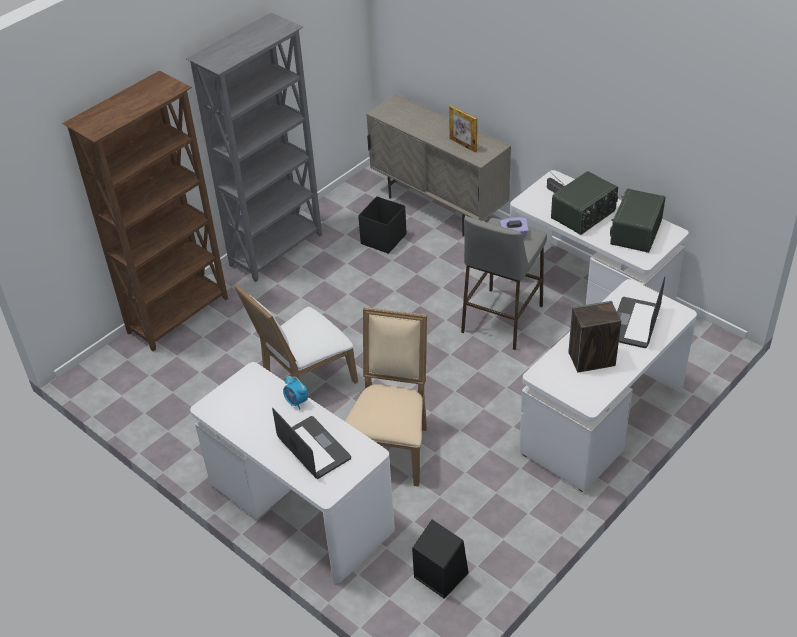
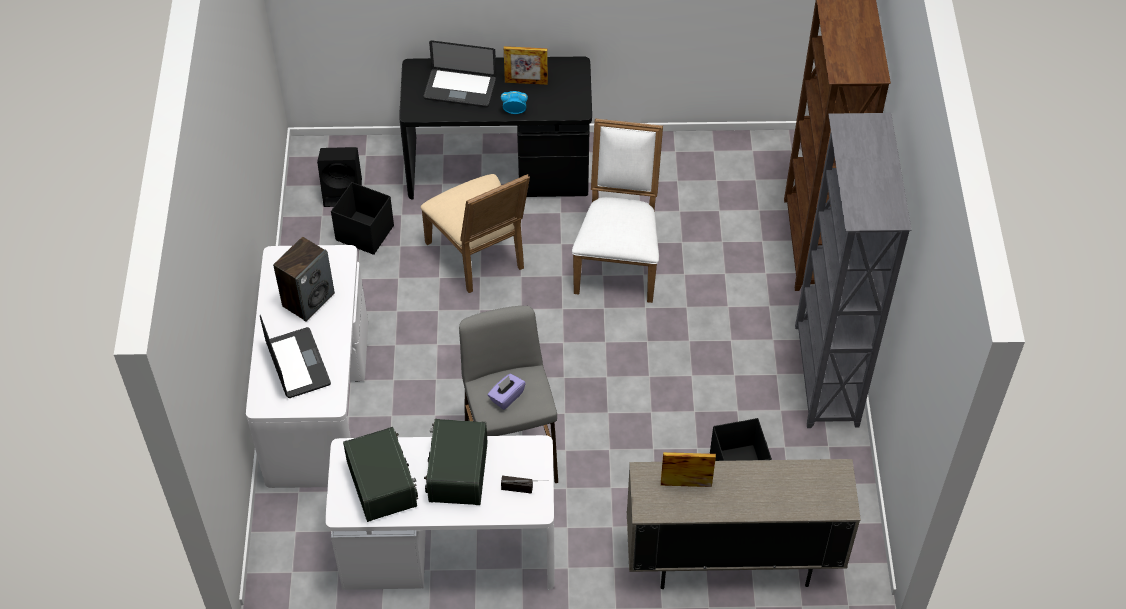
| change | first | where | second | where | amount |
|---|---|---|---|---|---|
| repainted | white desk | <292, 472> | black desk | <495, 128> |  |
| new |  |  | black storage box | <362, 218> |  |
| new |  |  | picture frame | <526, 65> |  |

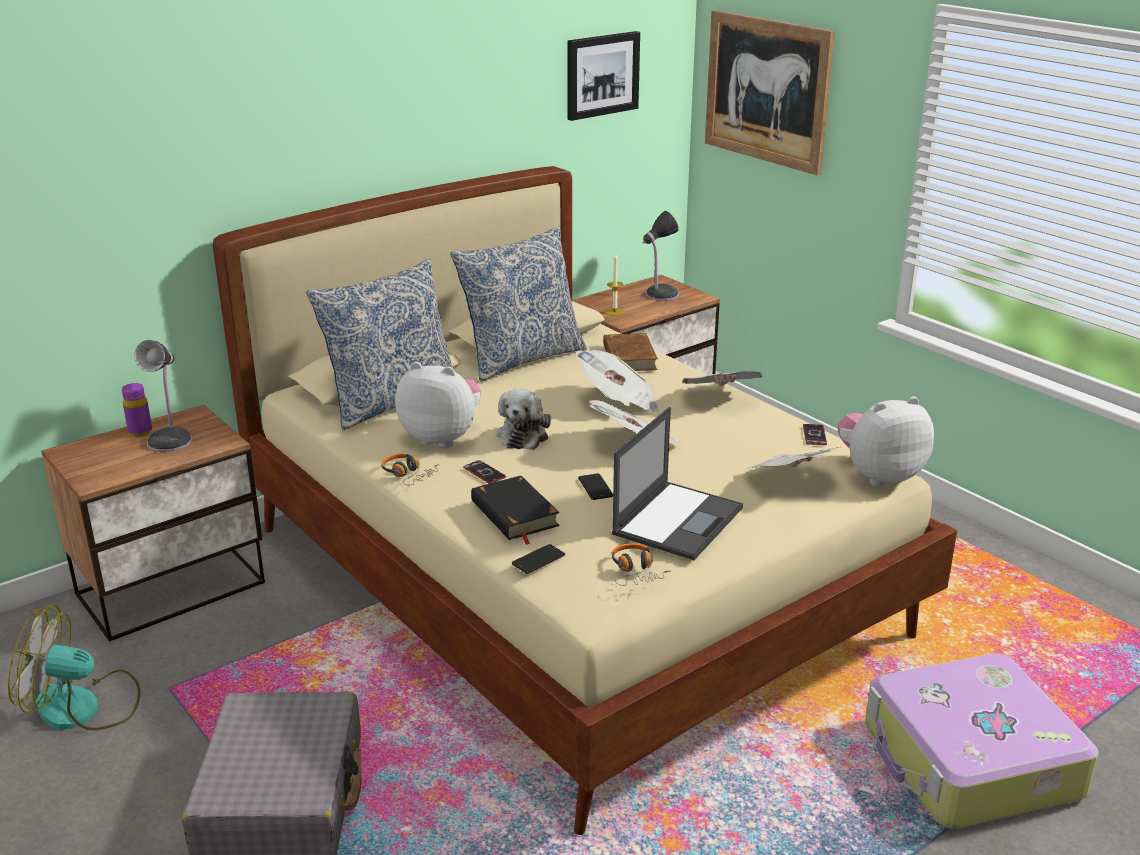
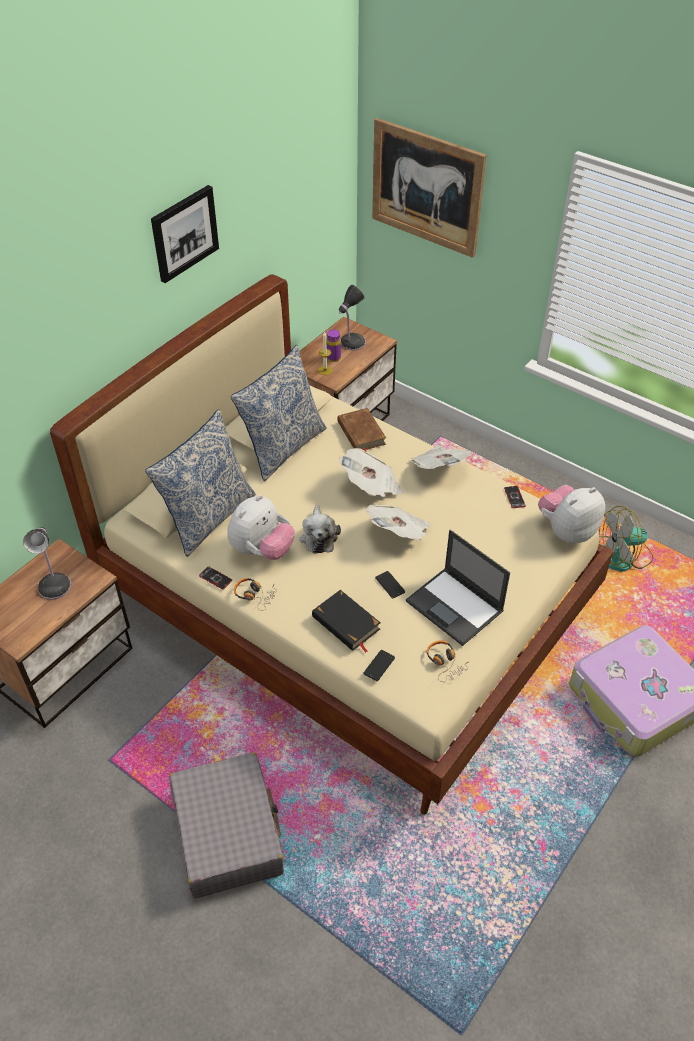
| change | first | where | second | where | amount |
|---|---|---|---|---|---|
| shifted | fan | <74, 668> |  | <626, 539> |  |
| shifted | purple bottle | <137, 410> |  | <333, 345> |  |
| rotated | plush toy | <438, 404> |  | <261, 527> | 120 degrees clockwise |
| shifted | phone | <484, 472> |  | <215, 578> |  |
| shifted | picture | <603, 76> |  | <185, 234> |  |
| rotated | laptop | <677, 483> |  | <458, 588> | 120 degrees clockwise |
| gone | newspaper | <791, 458> |  |  |  |

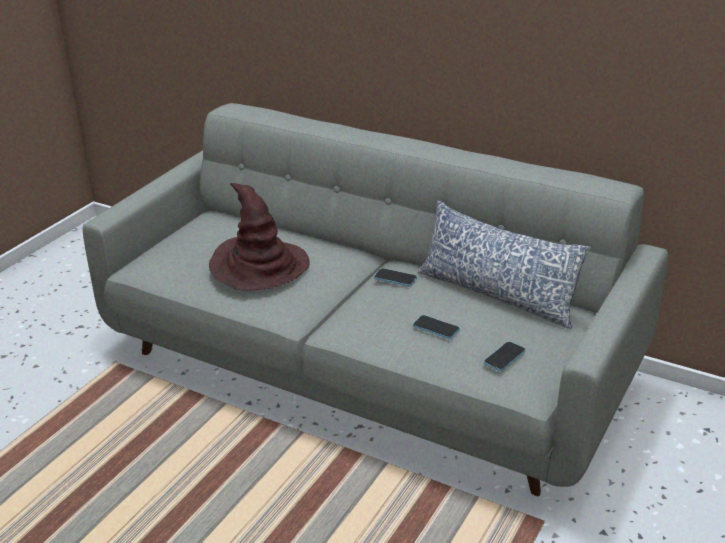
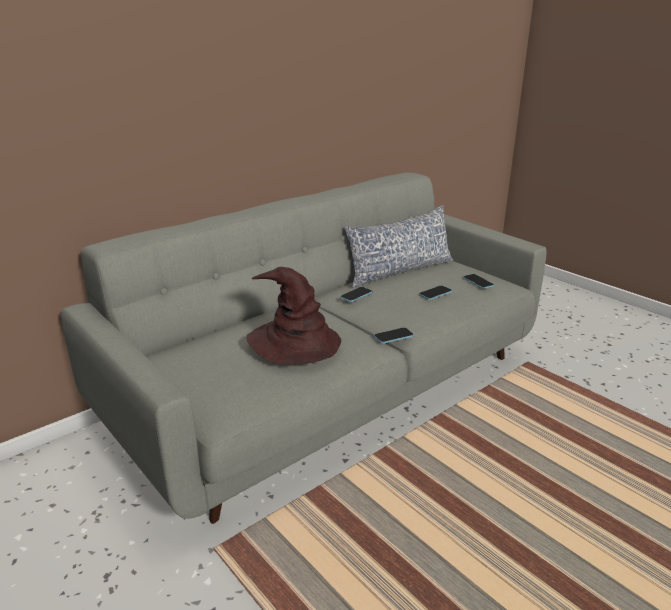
| change | first | where | second | where | amount |
|---|---|---|---|---|---|
| new |  |  | phone | <394, 335> |  |

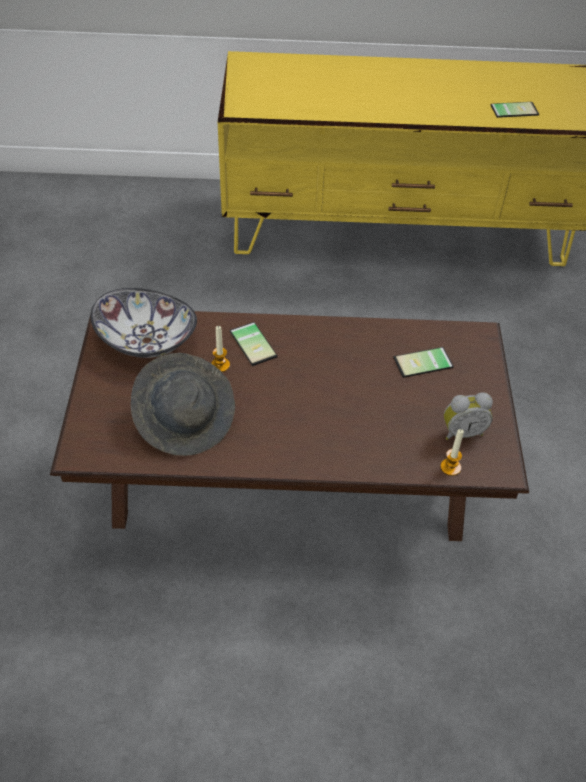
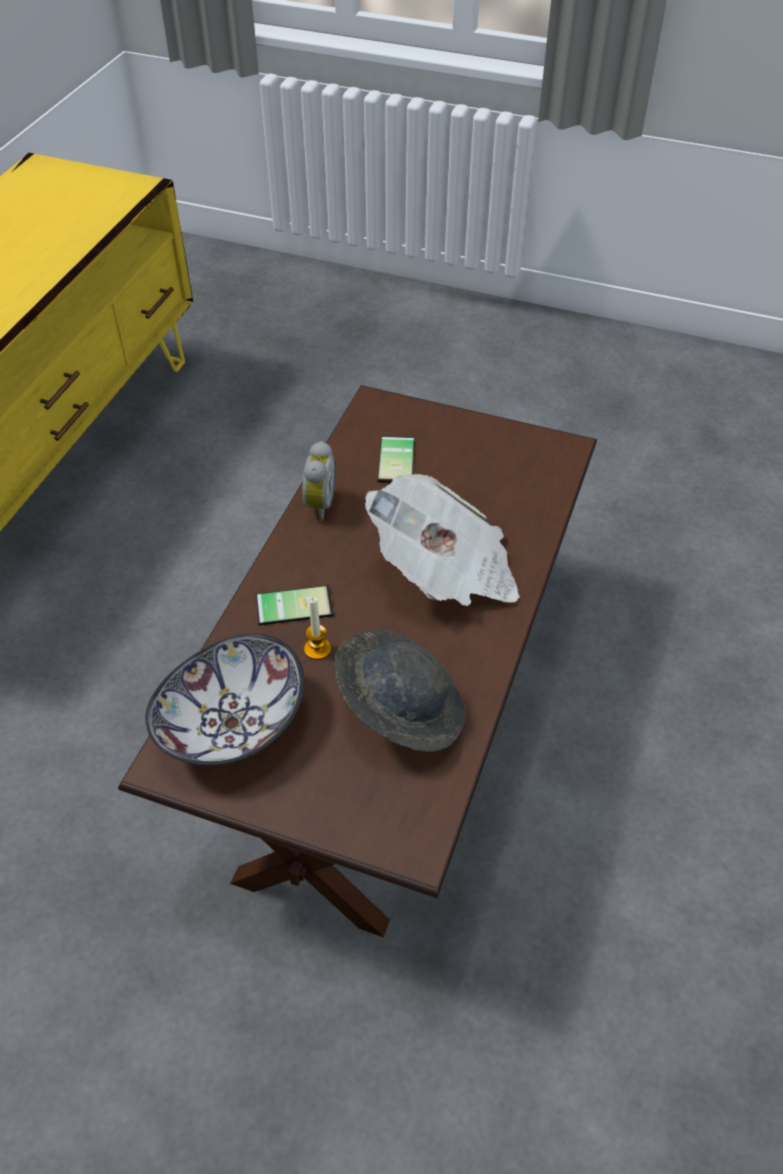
| change | first | where | second | where | amount |
|---|---|---|---|---|---|
| gone | candle | <452, 452> |  |  |  |
| shifted | alarm clock | <468, 416> |  | <319, 481> |  |
| gone | phone | <515, 110> |  |  |  |
| new |  |  | newspaper | <442, 540> |  |

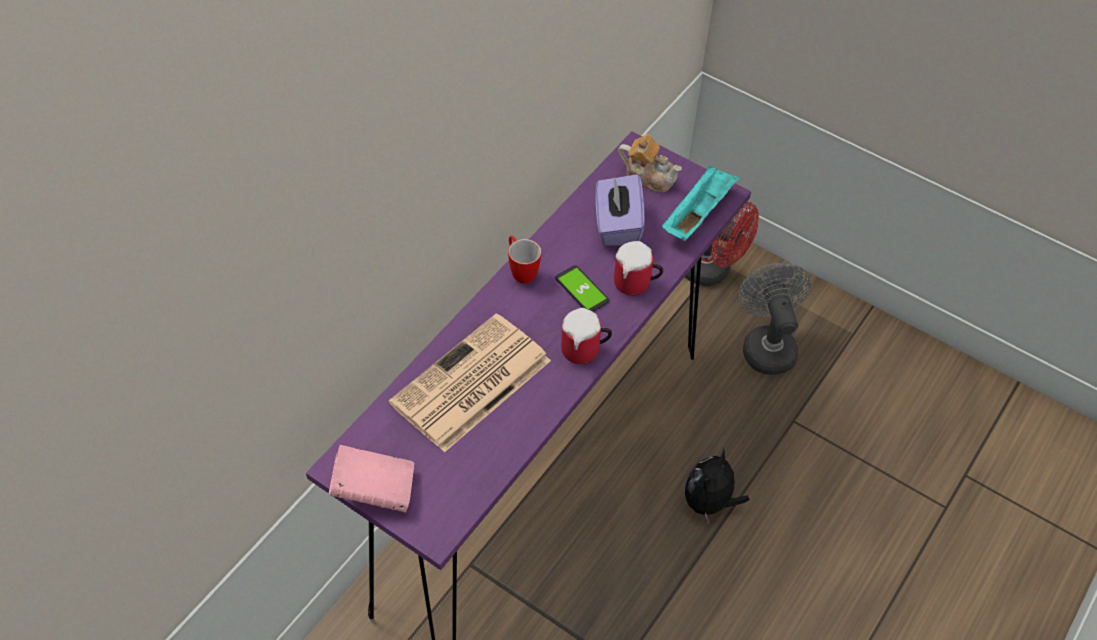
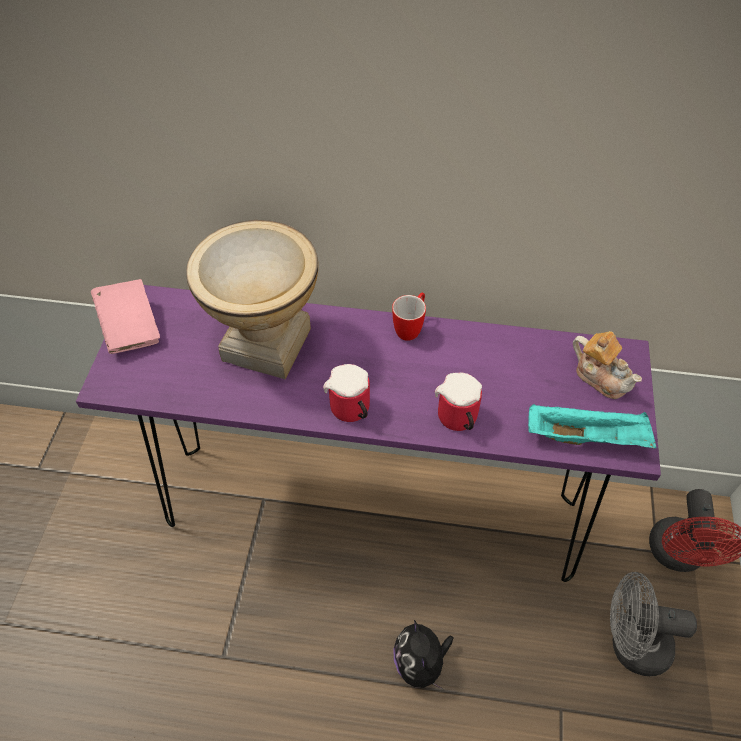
| change | first | where | second | where | amount |
|---|---|---|---|---|---|
| swapped | newspaper | <470, 382> | vase | <252, 299> |  |
| gone | phone | <582, 288> |  |  |  |
| gone | purple tissue box | <620, 210> |  |  |  |
| rotated | teapot | <650, 163> |  | <607, 365> | 45 degrees counterclockwise |
| rotated | plush toy | <717, 485> |  | <423, 655> | 105 degrees counterclockwise |
| rotated | grey fan | <774, 319> |  | <653, 624> | 135 degrees counterclockwise |

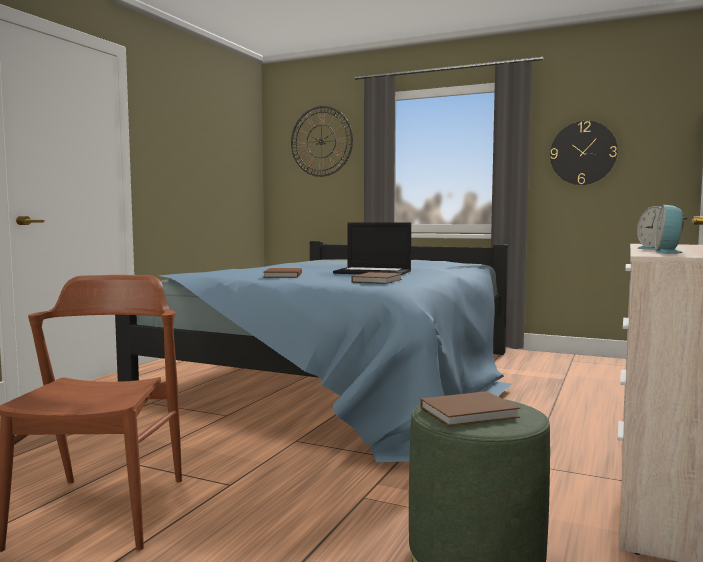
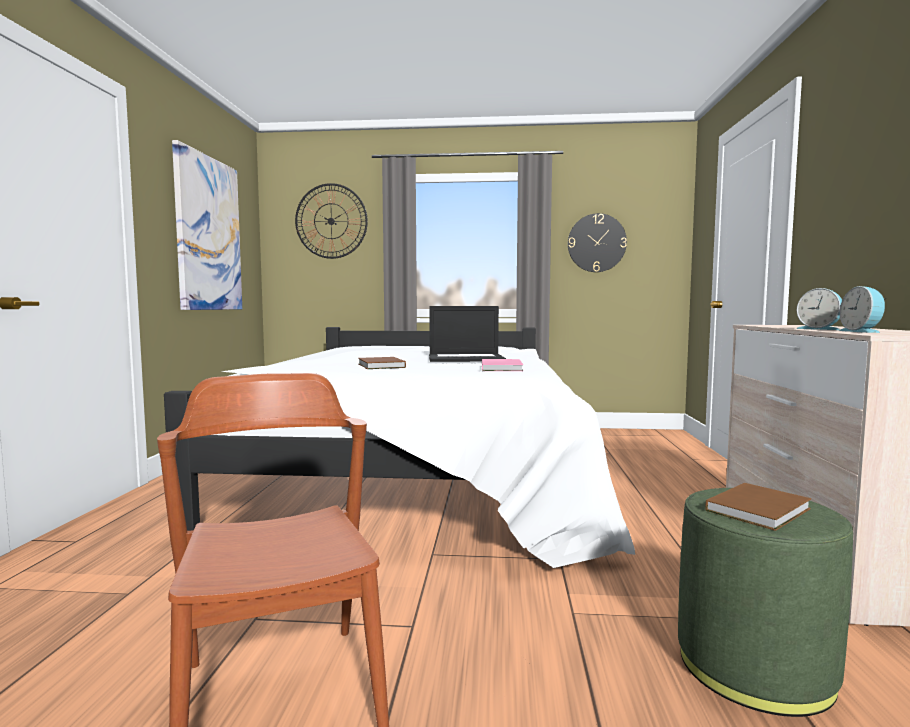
| change | first | where | second | where | amount |
|---|---|---|---|---|---|
| repainted | blue bed | <313, 351> | white bed | <399, 447> |  |
| repainted | brown book | <377, 278> | pink book | <502, 365> |  |
| new |  |  | picture | <207, 225> |  |

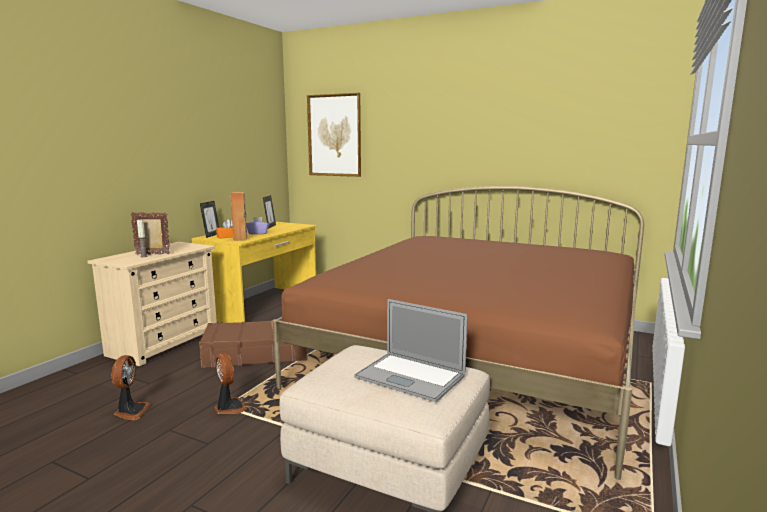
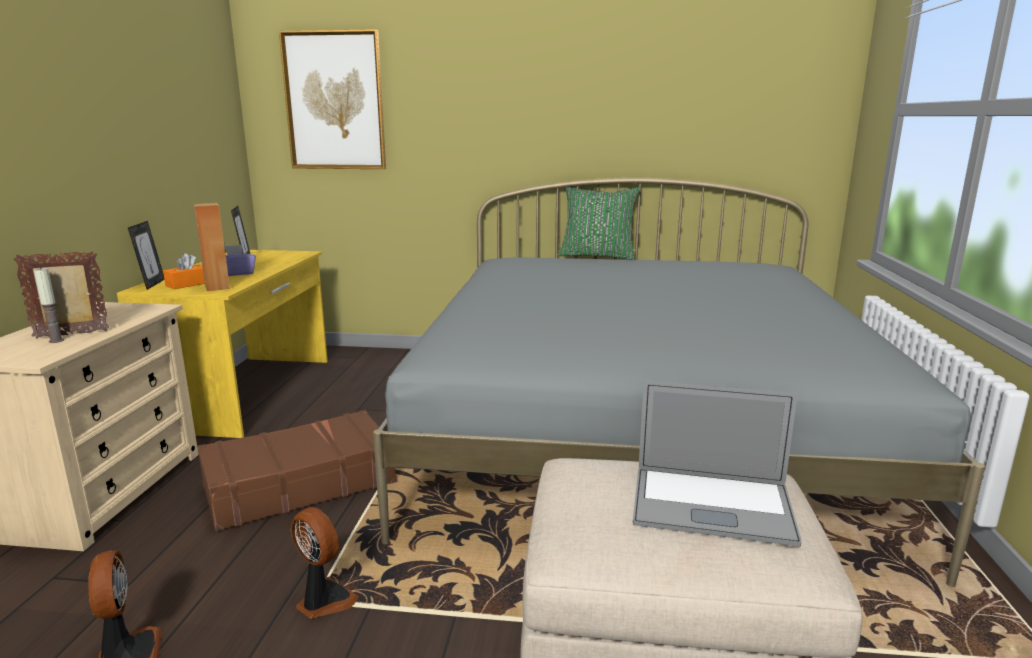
| change | first | where | second | where | amount |
|---|---|---|---|---|---|
| repainted | brown bed | <458, 333> | grey bed | <679, 382> |  |
| new |  |  | green pillow | <599, 223> |  |

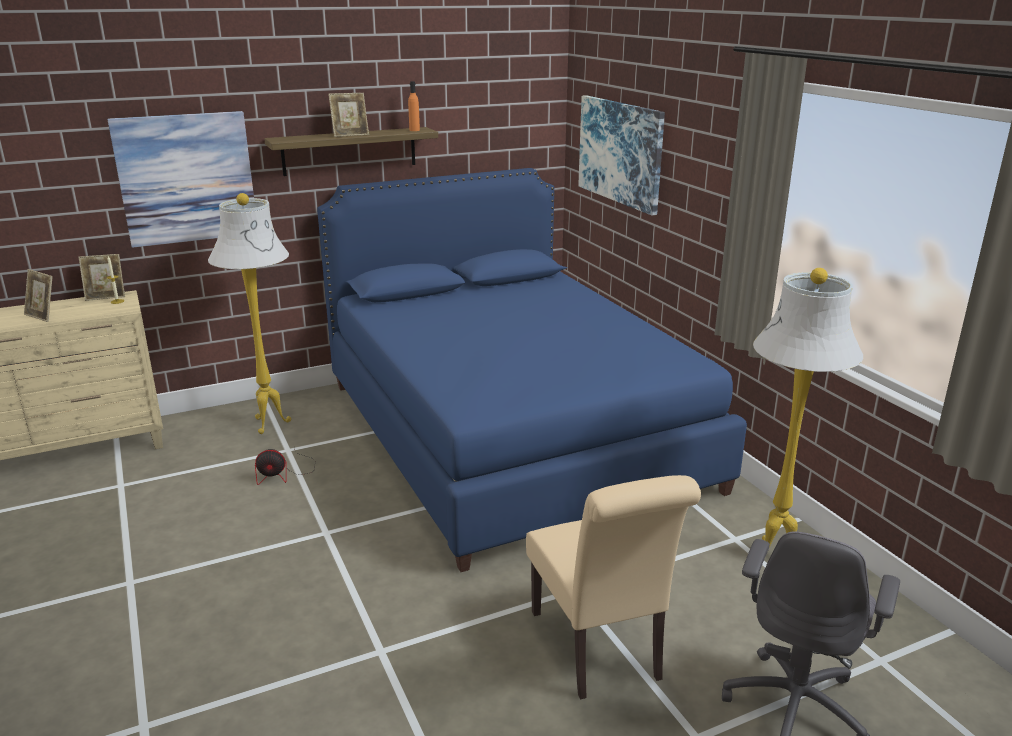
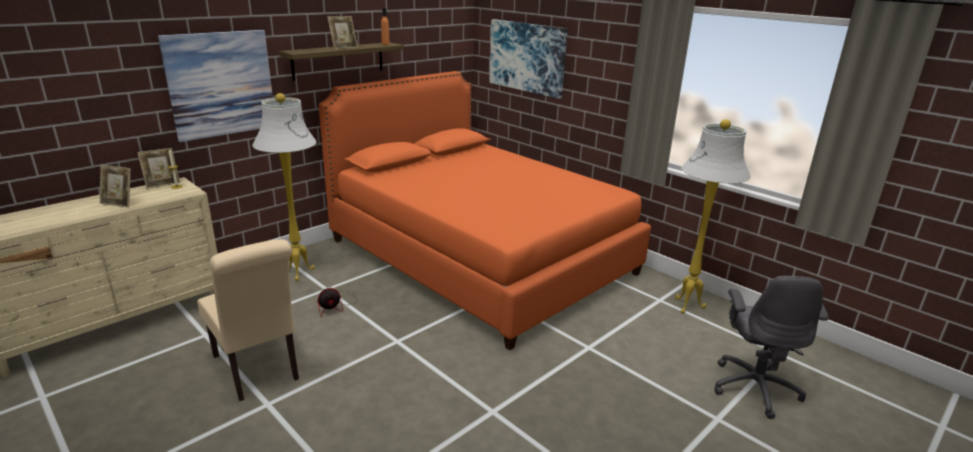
| change | first | where | second | where | amount |
|---|---|---|---|---|---|
| repainted | blue bed | <532, 370> | orange bed | <484, 210> |  |
| shifted | beige chair | <613, 587> |  | <248, 320> |  |

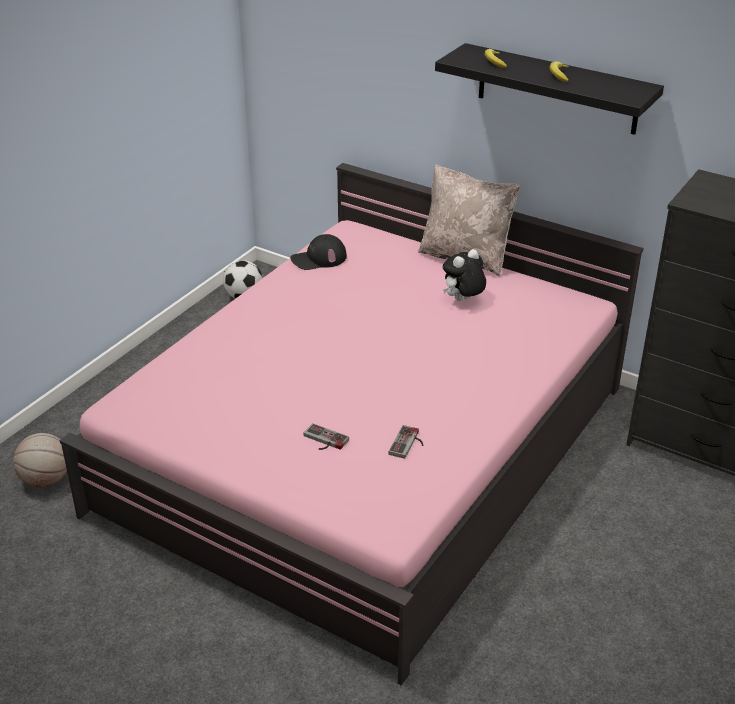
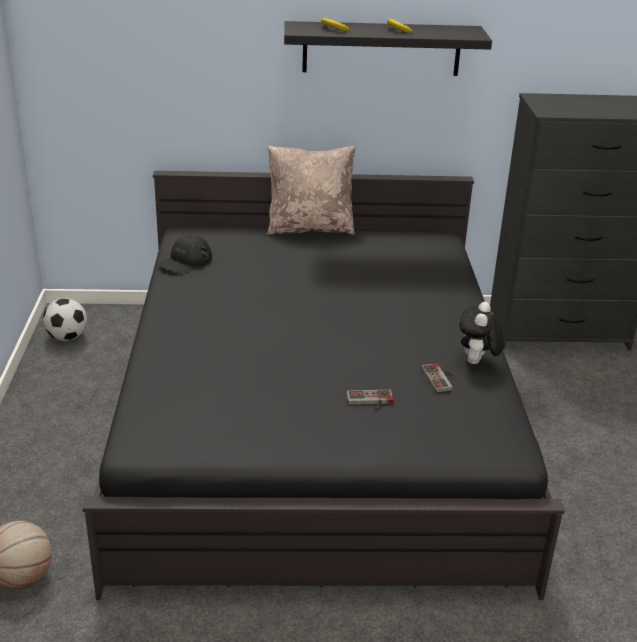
| change | first | where | second | where | amount |
|---|---|---|---|---|---|
| repainted | pink bed | <352, 424> | black bed | <323, 385> |  |
| shifted | plush toy | <464, 275> |  | <481, 333> |  |

